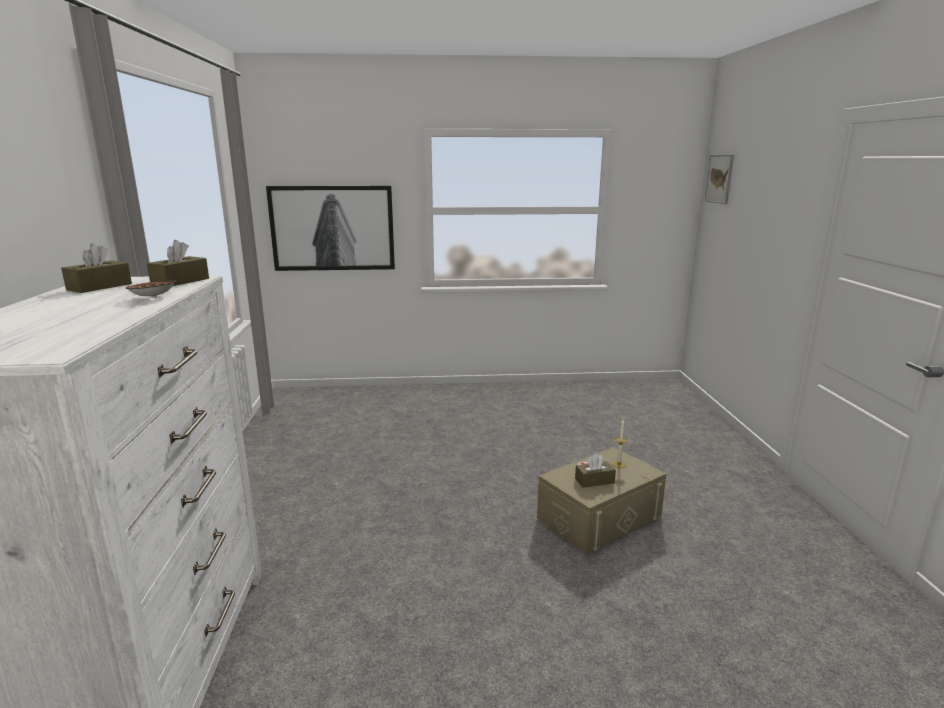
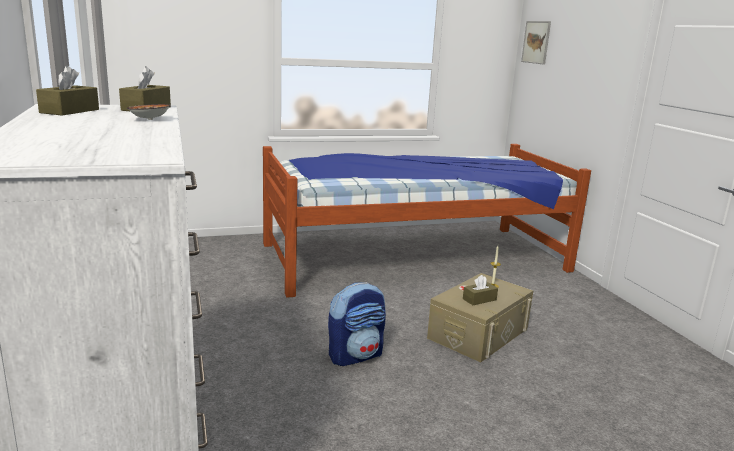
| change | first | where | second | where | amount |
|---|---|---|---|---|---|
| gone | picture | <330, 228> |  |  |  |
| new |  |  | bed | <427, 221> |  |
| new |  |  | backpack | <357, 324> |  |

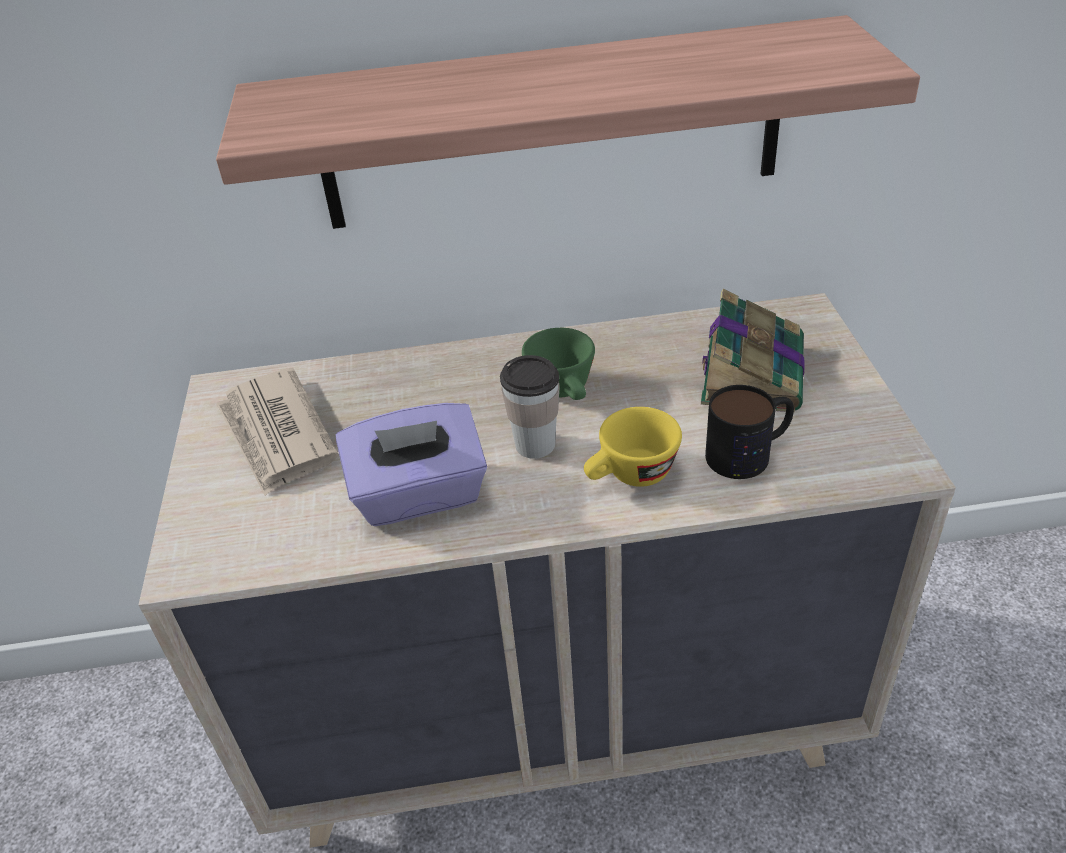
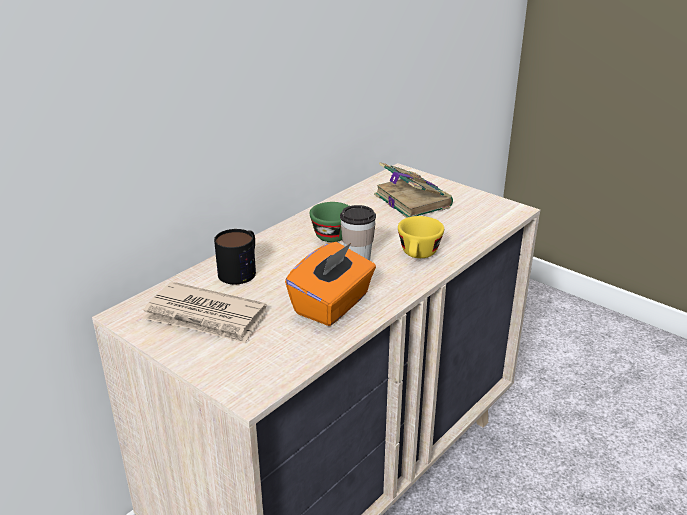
| change | first | where | second | where | amount |
|---|---|---|---|---|---|
| gone | shelf | <568, 122> |  |  |  |
| repainted | purple tissue box | <411, 464> | orange tissue box | <330, 284> |  |
| shifted | mug | <749, 432> |  | <235, 256> |  |

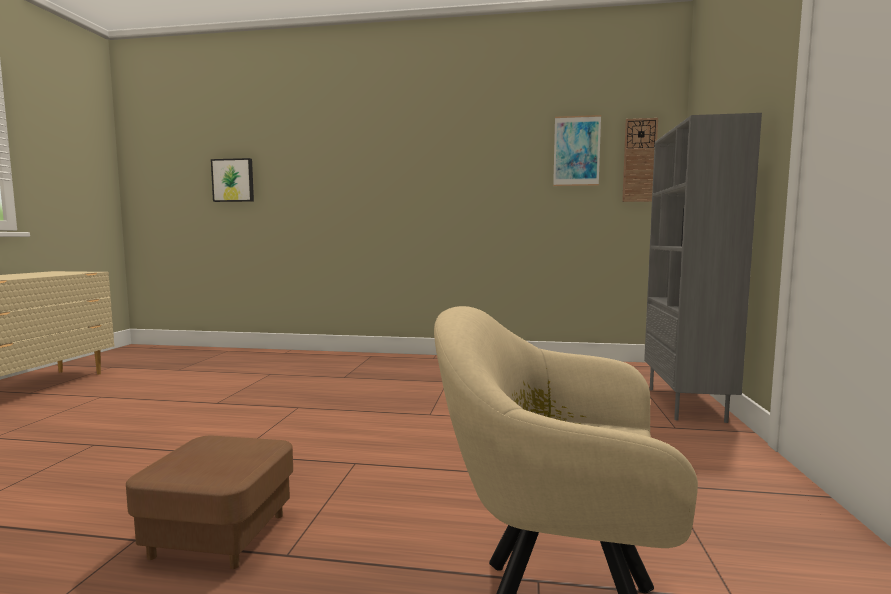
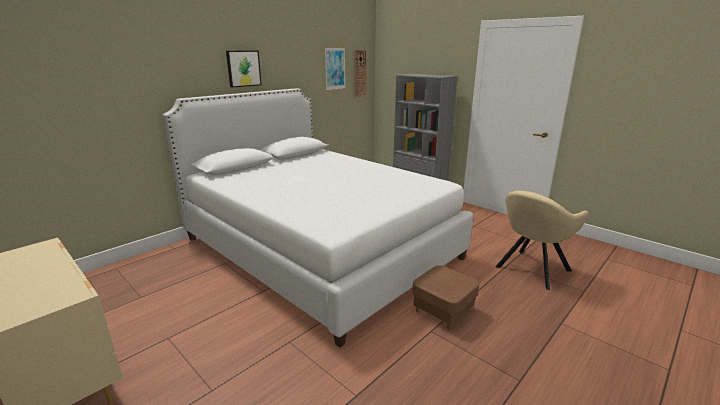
| change | first | where | second | where | amount |
|---|---|---|---|---|---|
| shifted | picture | <232, 180> |  | <244, 69> |  |
| new |  |  | white bed | <318, 218> |  |

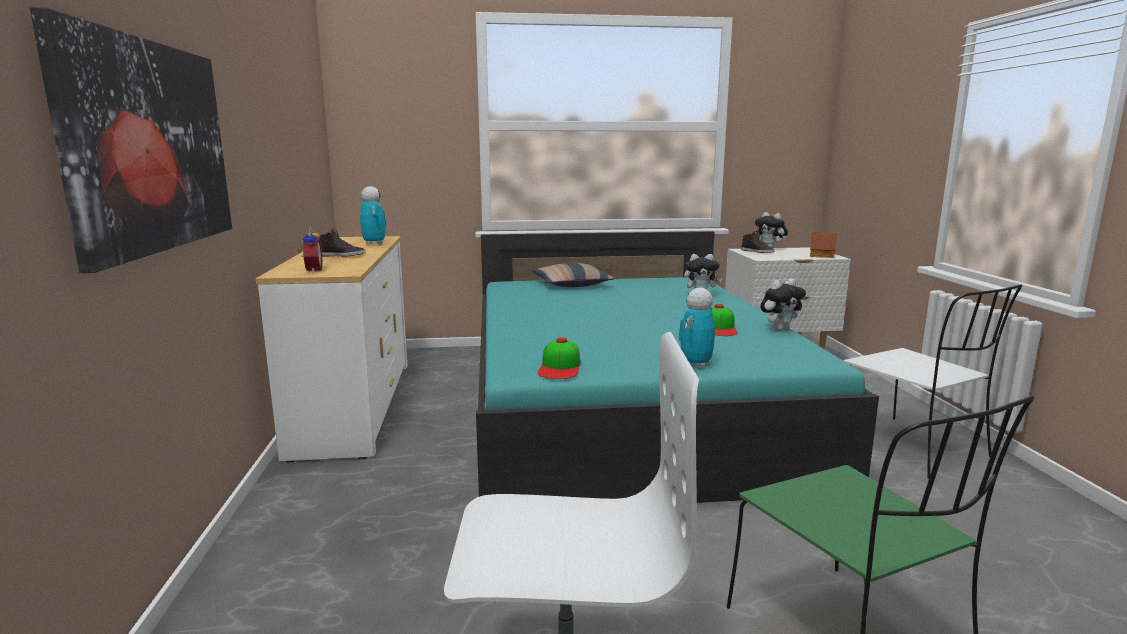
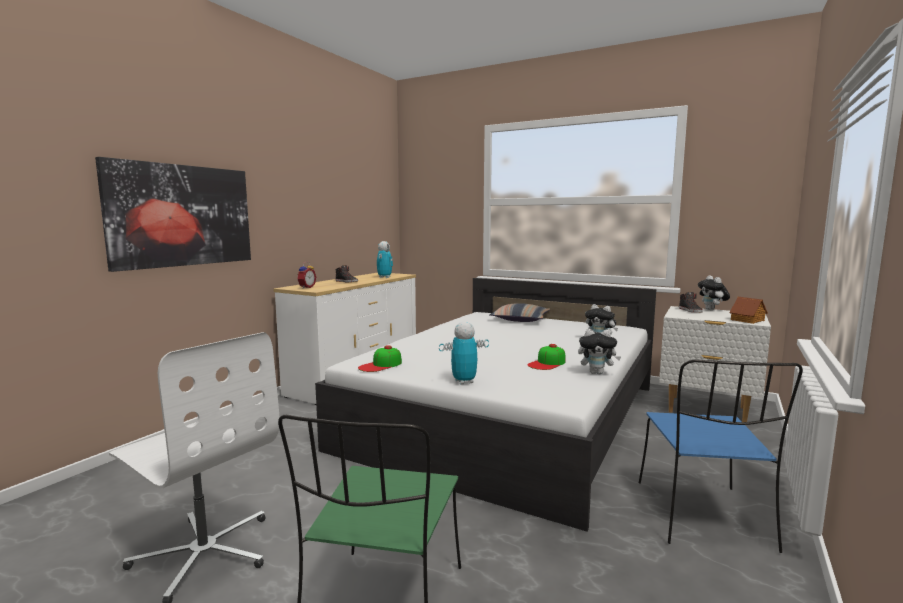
| change | first | where | second | where | amount |
|---|---|---|---|---|---|
| repainted | turquoise bed | <677, 367> | white bed | <485, 405> |  |
| repainted | white chair | <932, 381> | blue chair | <721, 456> |  |

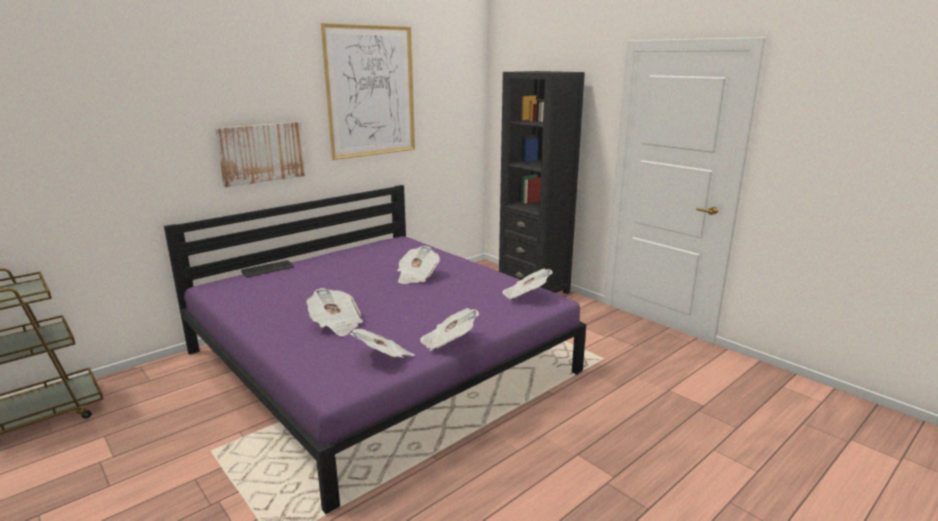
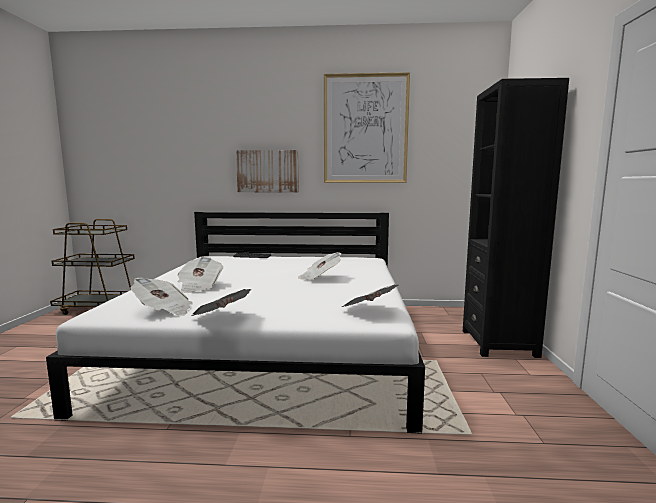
| change | first | where | second | where | amount |
|---|---|---|---|---|---|
| repainted | purple bed | <375, 349> | white bed | <235, 323> |  |

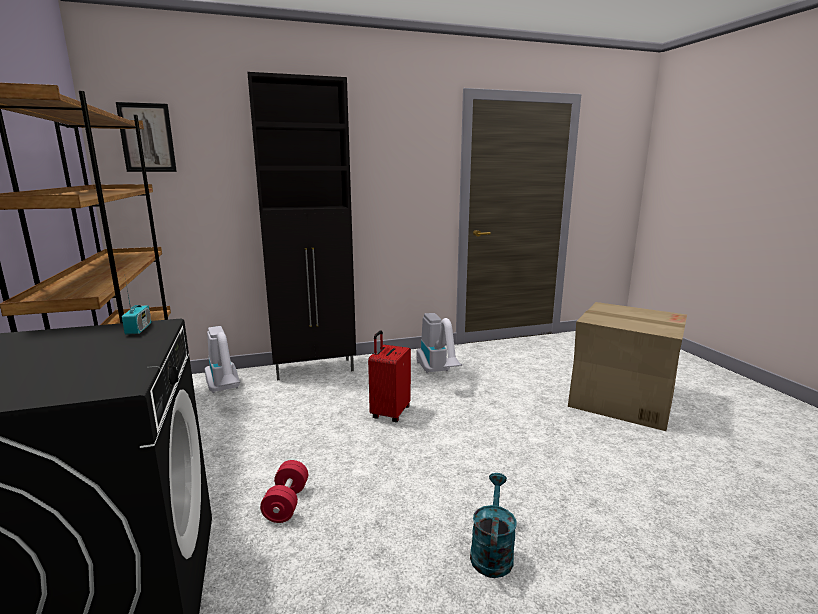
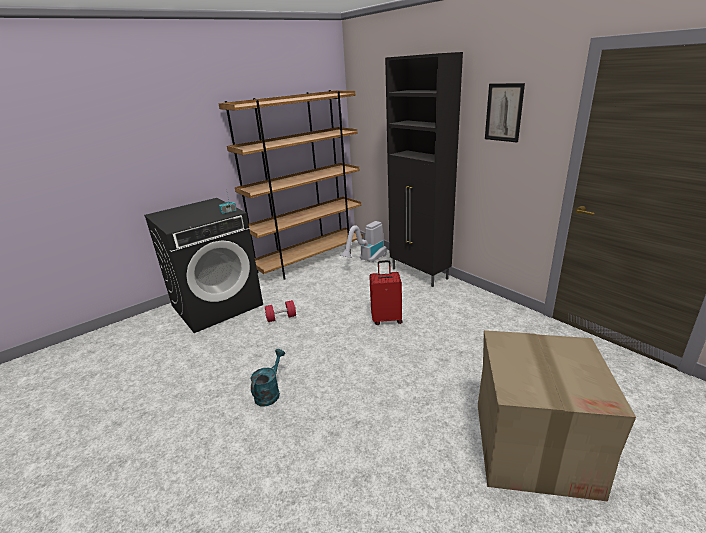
| change | first | where | second | where | amount |
|---|---|---|---|---|---|
| shifted | picture | <146, 137> |  | <505, 112> |  |
| gone | vacuum cleaner | <439, 343> |  |  |  |
| rotated | turquoise watering can | <493, 525> |  | <267, 378> | 60 degrees counterclockwise |

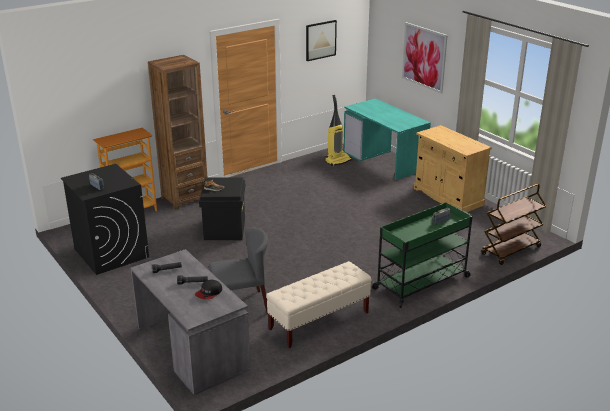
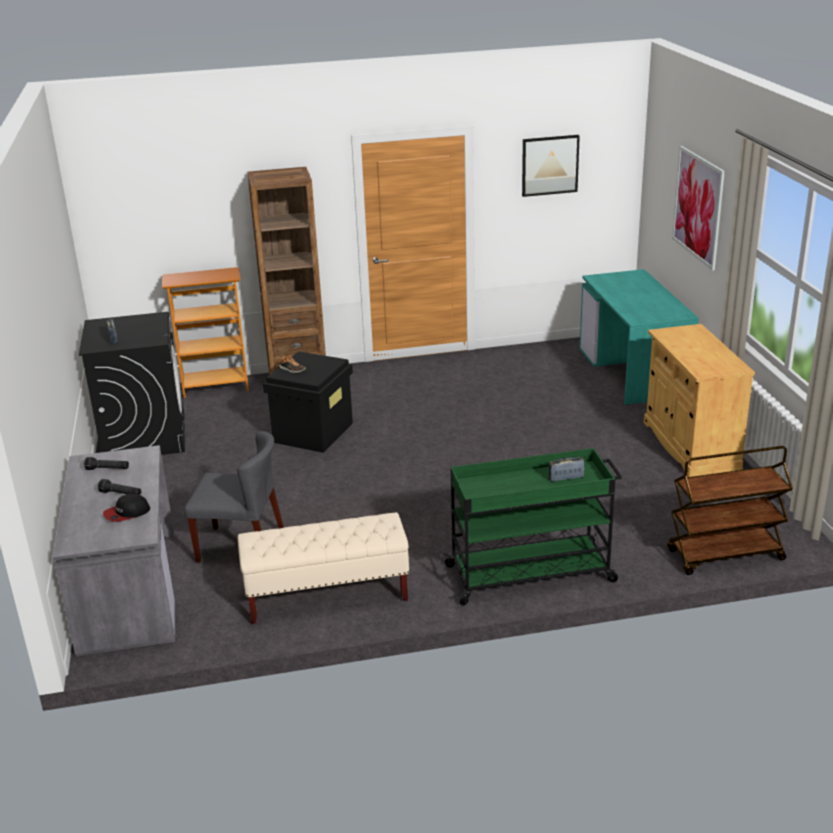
| change | first | where | second | where | amount |
|---|---|---|---|---|---|
| gone | vacuum cleaner | <338, 130> |  |  |  |

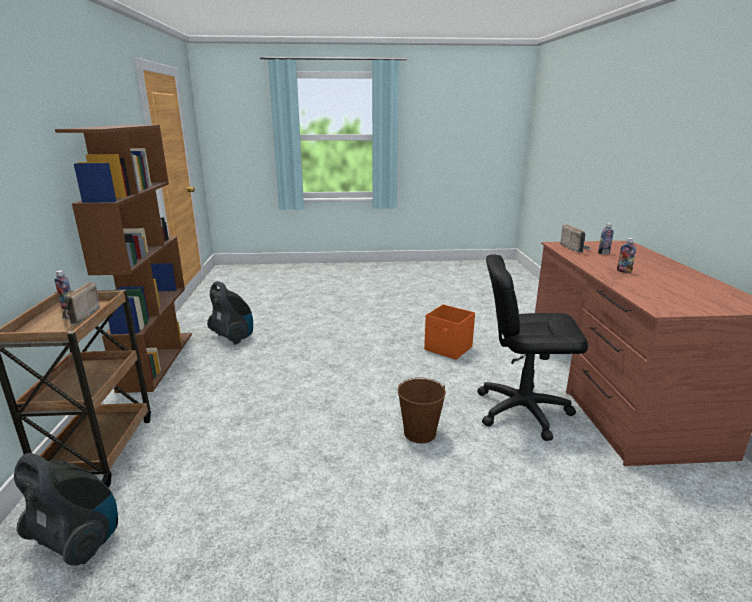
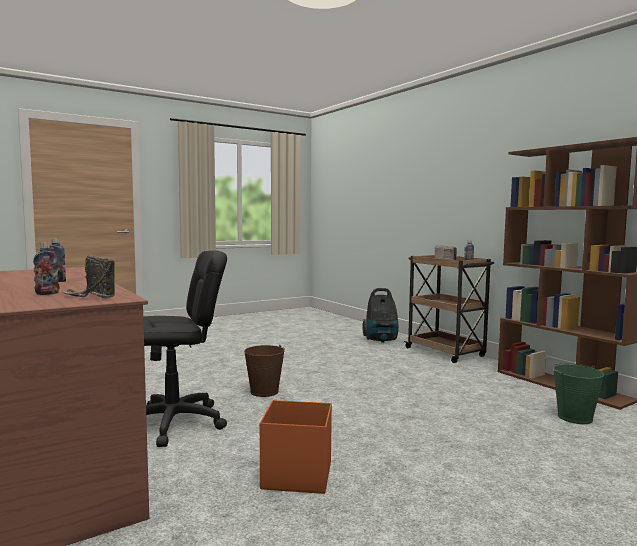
| change | first | where | second | where | amount |
|---|---|---|---|---|---|
| swapped | vacuum cleaner | <230, 313> | green bucket | <578, 393> |  |

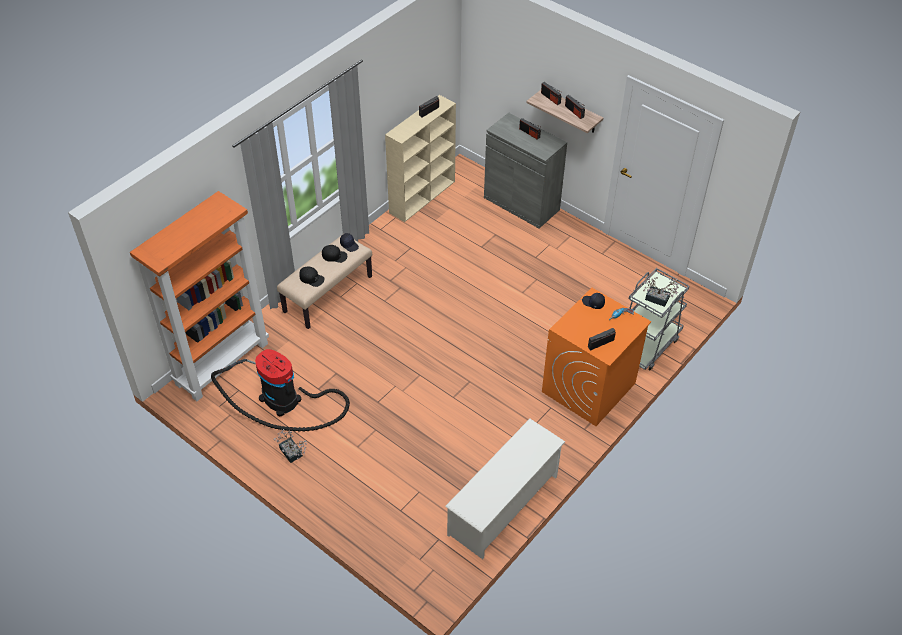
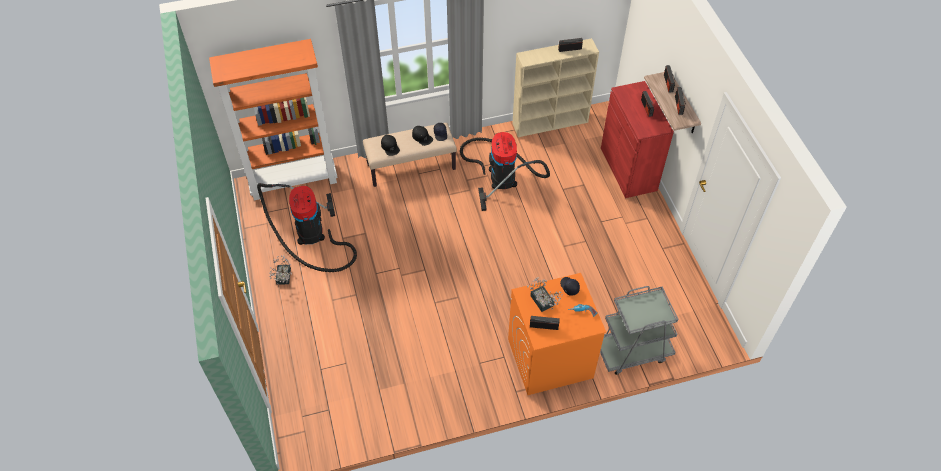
| change | first | where | second | where | amount |
|---|---|---|---|---|---|
| gone | white shoe rack | <505, 489> |  |  |  |
| repainted | grey cabinet | <525, 170> | red cabinet | <637, 139> |  |
| shifted | potted plant | <662, 292> |  | <545, 294> |  |
| new |  |  | vacuum cleaner | <505, 171> |  |

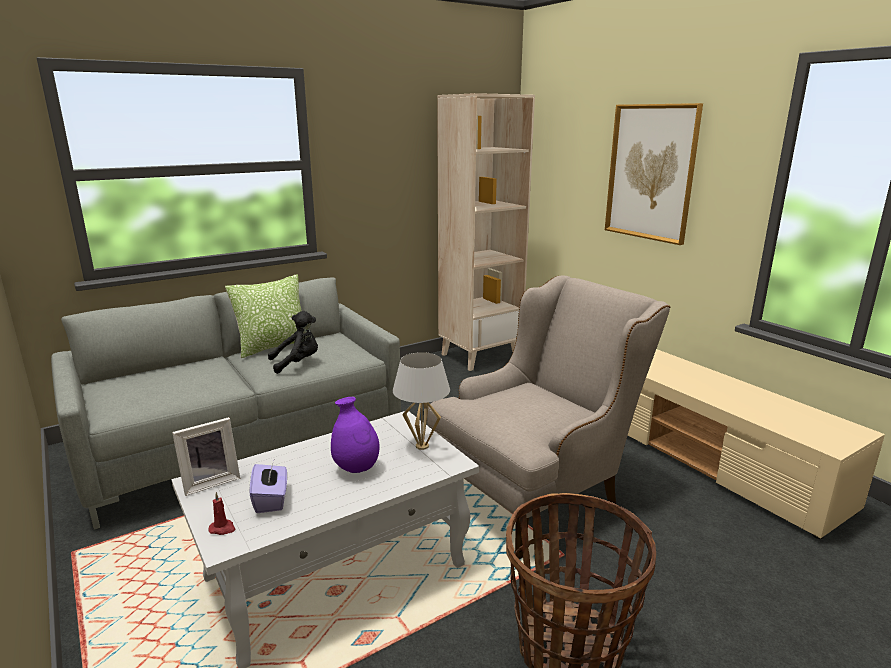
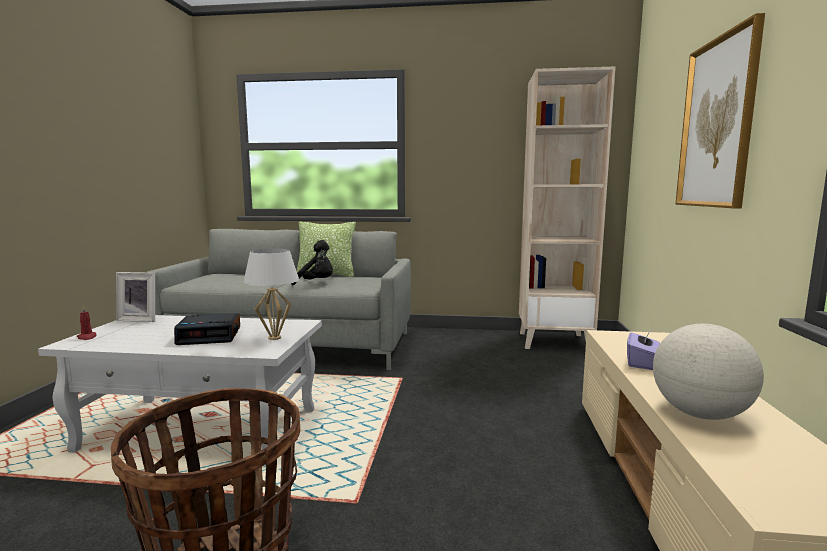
| change | first | where | second | where | amount |
|---|---|---|---|---|---|
| shifted | purple tissue box | <268, 487> |  | <643, 349> |  |
| swapped | purple vase | <355, 435> | alarm clock | <207, 329> |  |
| gone | beige armchair | <548, 417> |  |  |  |
| new |  |  | globe | <708, 372> |  |

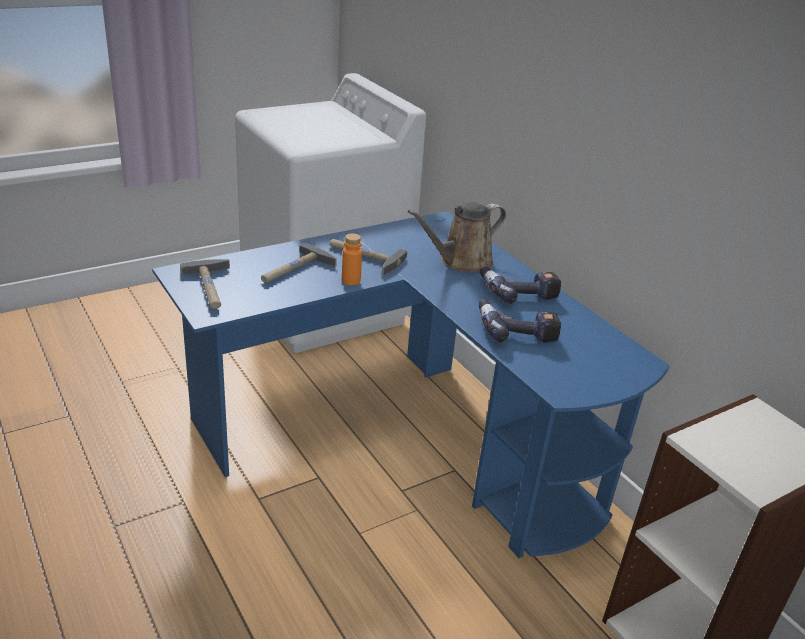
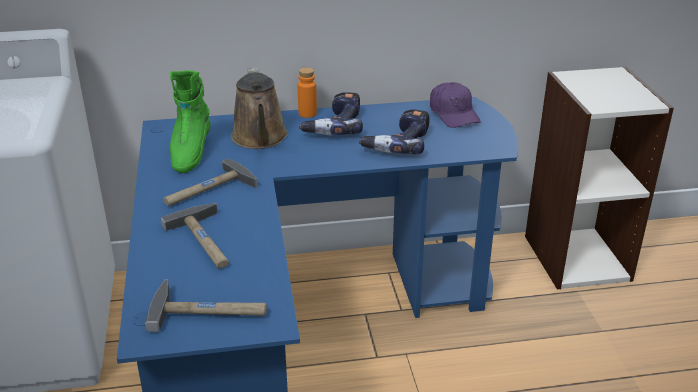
| change | first | where | second | where | amount |
|---|---|---|---|---|---|
| shifted | orange bottle | <352, 259> |  | <307, 92> |  |
| new |  |  | green boot | <190, 121> |  |
| new |  |  | purple cap | <455, 105> |  |

